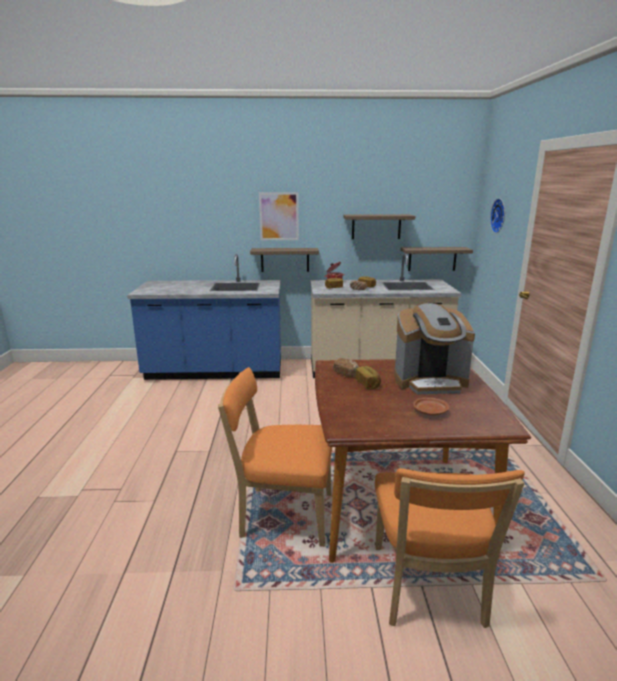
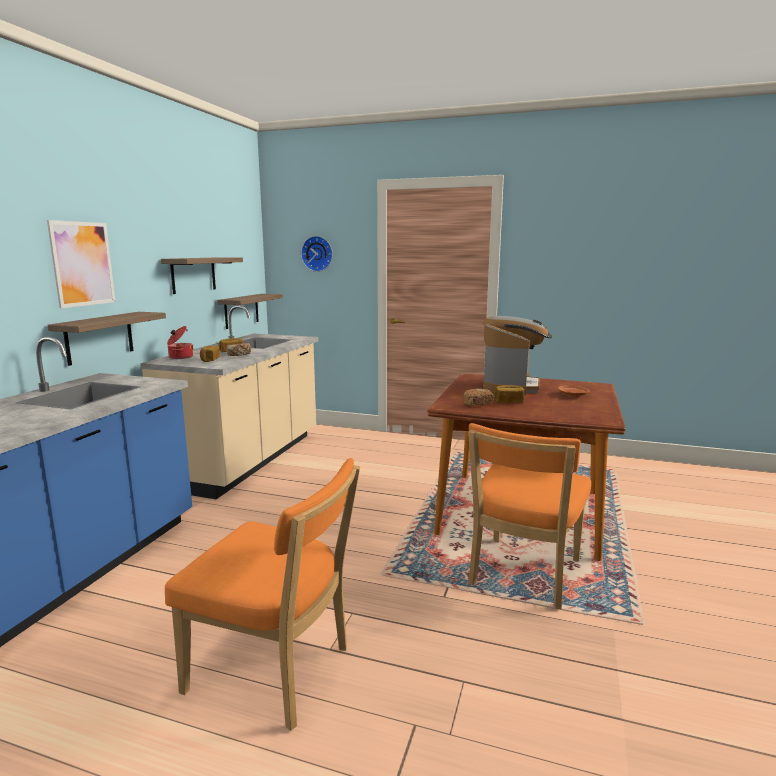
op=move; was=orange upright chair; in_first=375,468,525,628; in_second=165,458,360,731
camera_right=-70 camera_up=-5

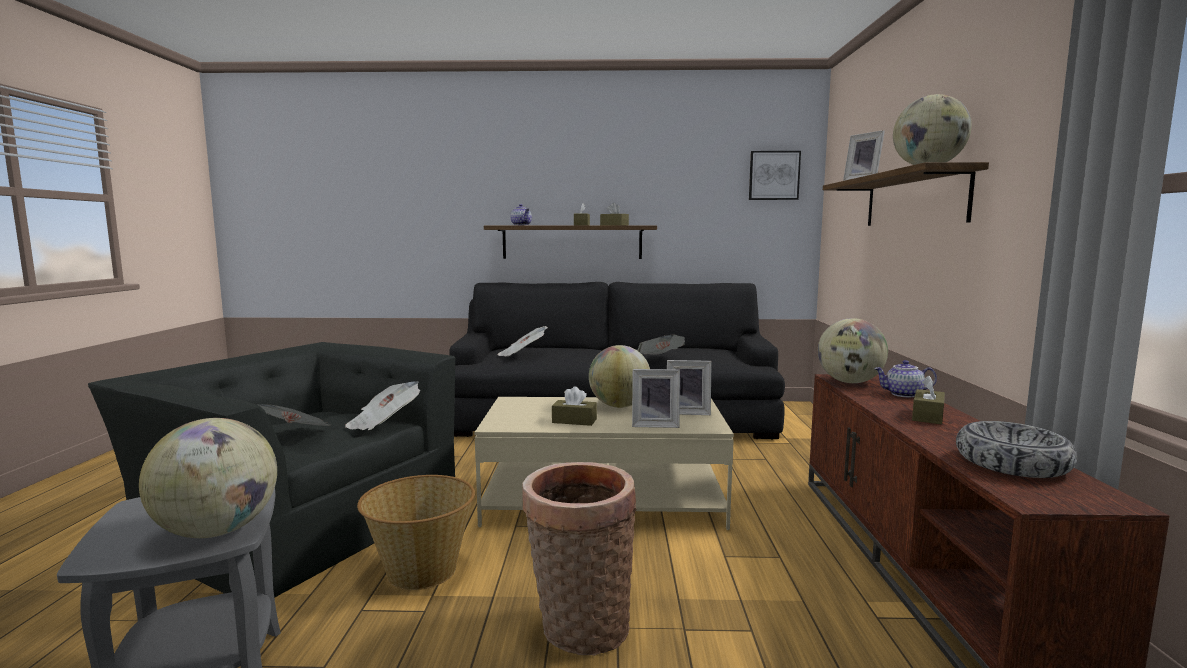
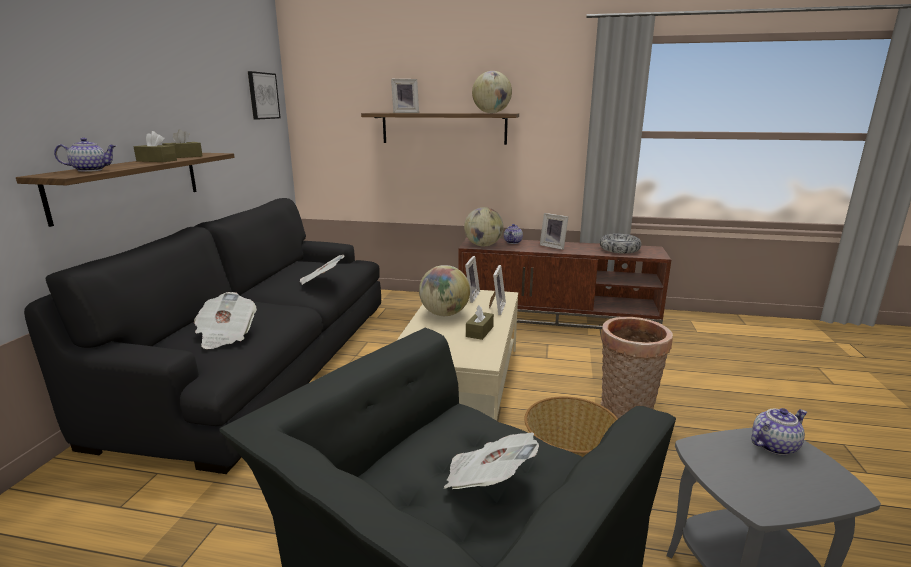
op=replace; was=brown-coloured box of tissues; now=picture frame; in_first=912,376,945,424; in_second=540,213,568,250
op=replace; was=world globe; now=pot for tea; in_first=139,418,277,538; in_second=751,408,807,455
op=delete; was=printed paper; in_first=345,381,420,430
camera_right=-80 camera_up=10

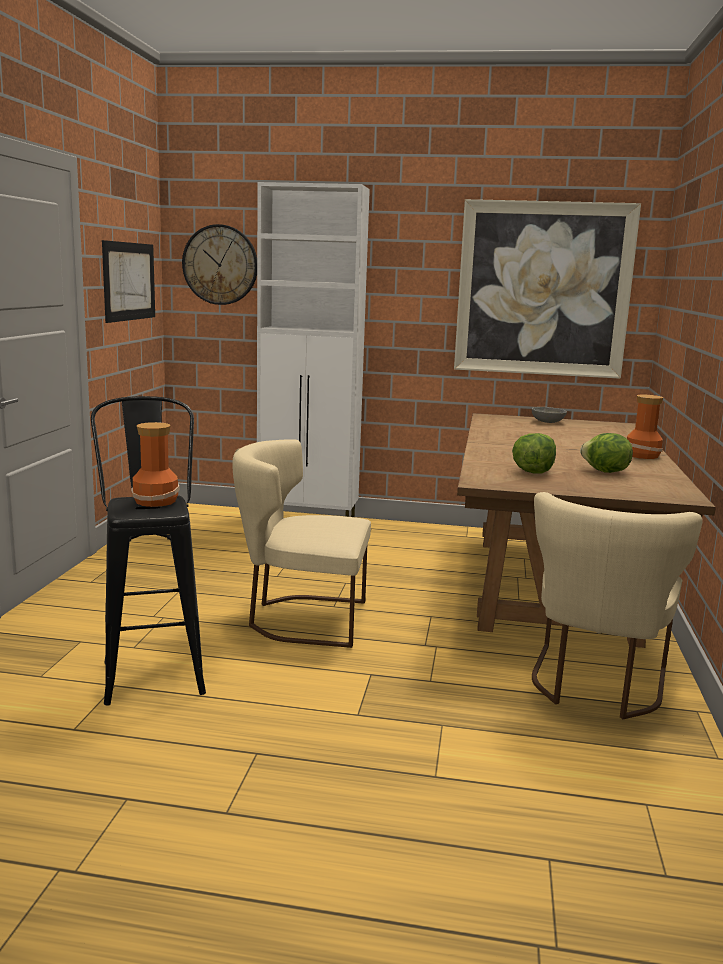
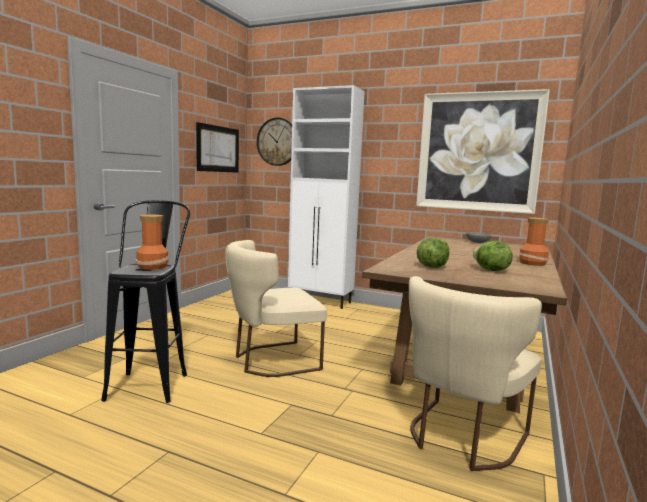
op=rotate; was=sand-coloured upright chair; in_first=233,439,371,648; in_second=225,240,327,377; clockwise=-45
camera_right=15 camera_up=-5

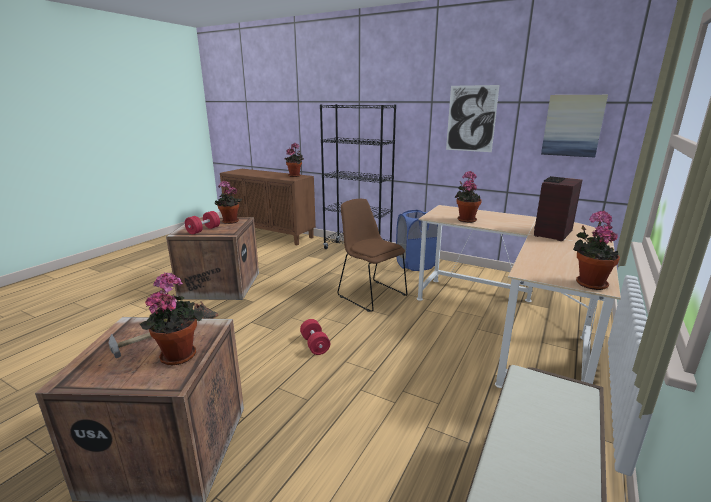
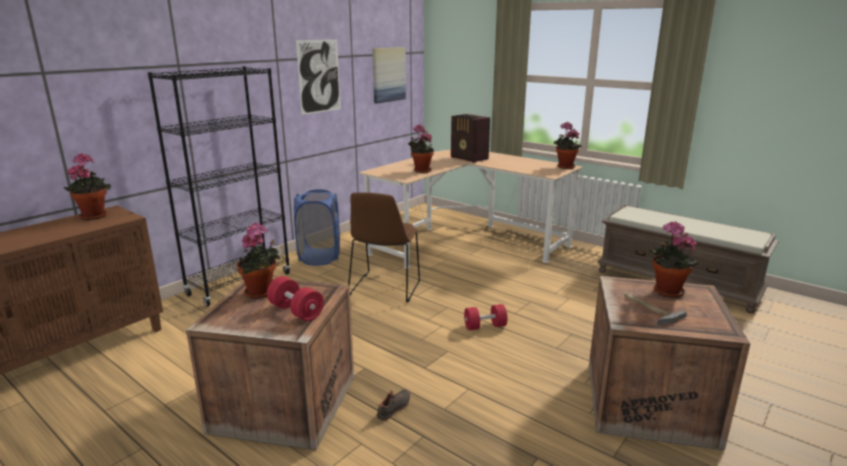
op=rotate; was=brown-coloured upright chair; in_first=337,199,407,312; in_second=348,192,420,303; clockwise=-45
camera_right=-80 camera_up=0

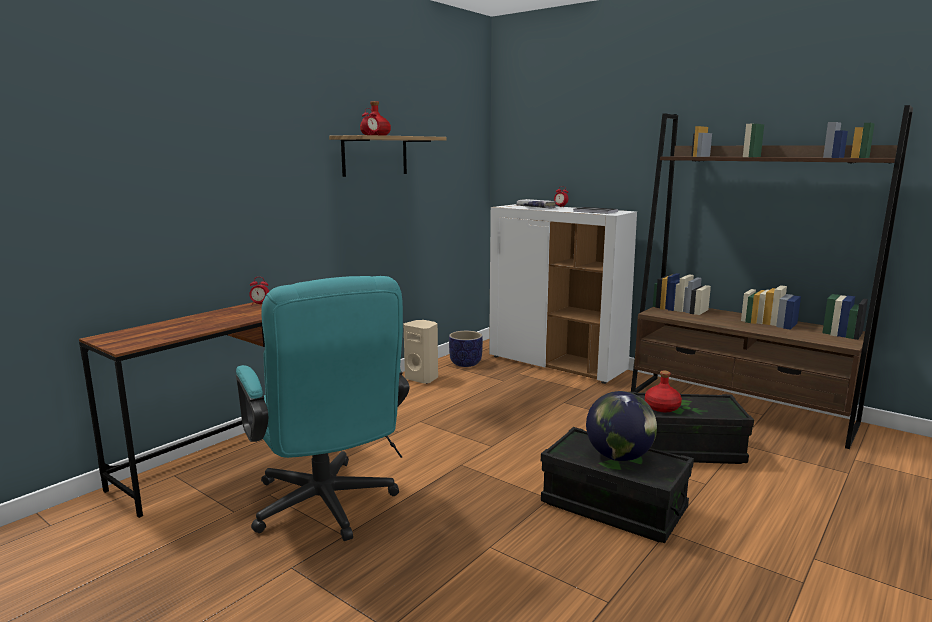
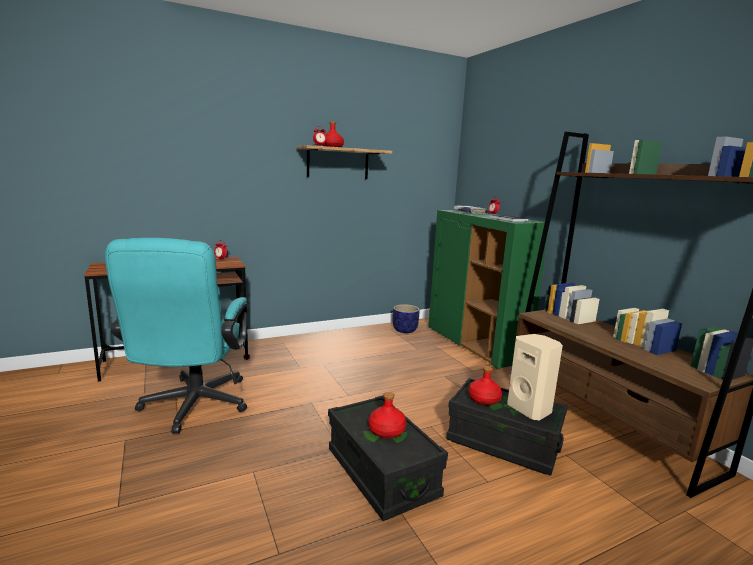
op=replace; was=world globe; now=reddish beverage bottle; in_first=586,391,657,461; in_second=368,392,407,438
op=recolor; was=white-coloured storage cabinet; now=green storage cabinet; in_first=489,204,637,384; in_second=428,210,548,370
op=move; was=sand-coloured audio speaker; in_first=404,320,438,384; in_second=507,334,563,421
camera_right=25 camera_up=0

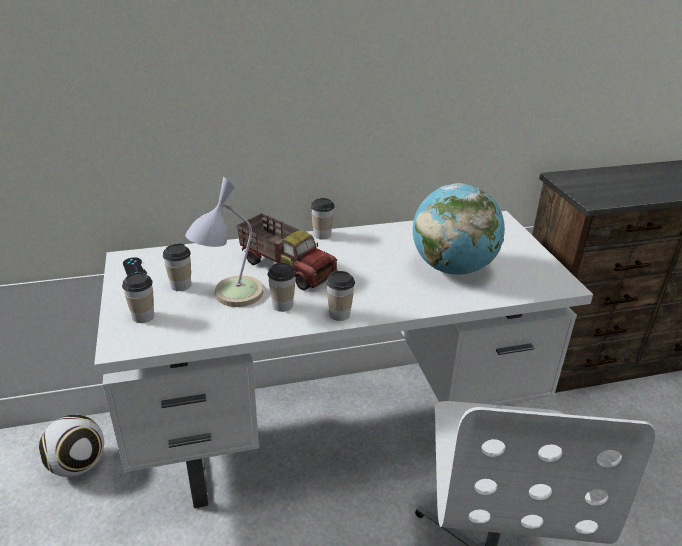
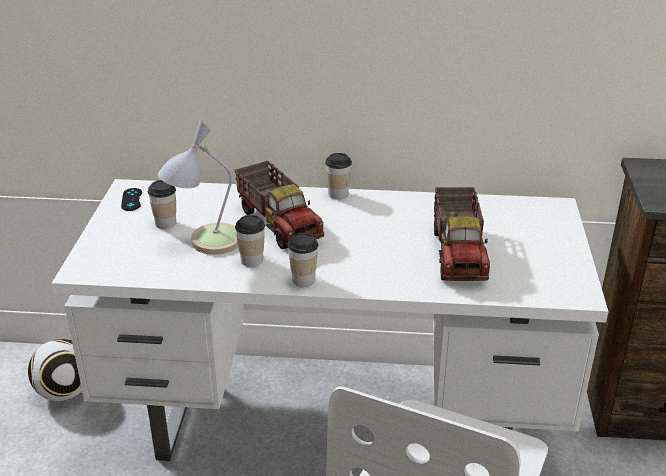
op=replace; was=world globe; now=model truck; in_first=413,183,505,275; in_second=434,187,490,281
op=delete; was=drinking cup; in_first=122,272,154,323
camera_right=20 camera_up=0

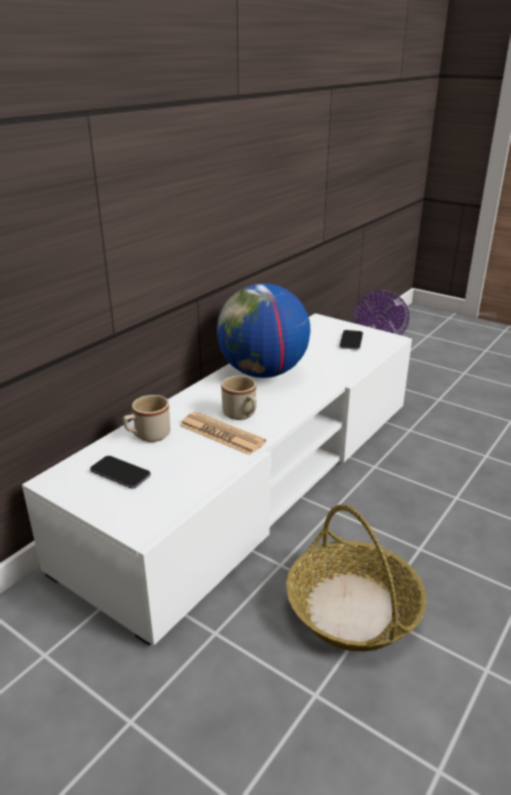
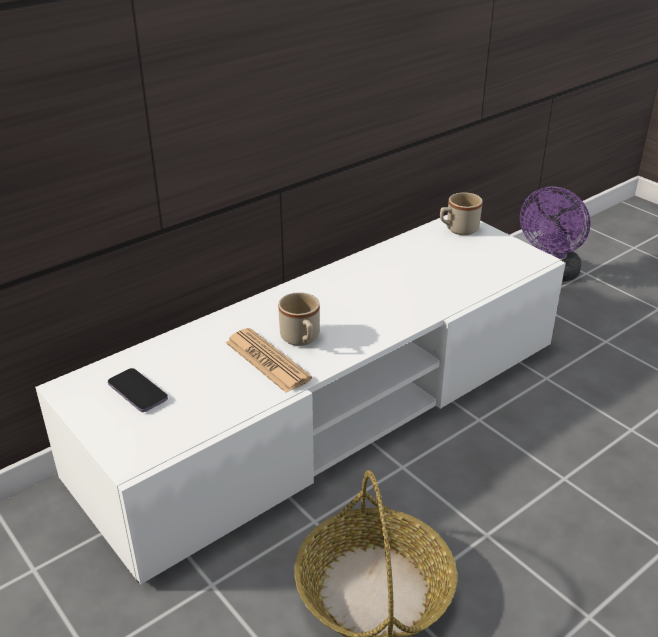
op=move; was=sand-coloured coffee mug; in_first=123,395,170,442; in_second=440,192,483,235
op=delete; was=world globe; in_first=217,283,310,378
op=delete; was=telephone; in_first=339,330,363,350
camera_right=15 camera_up=5

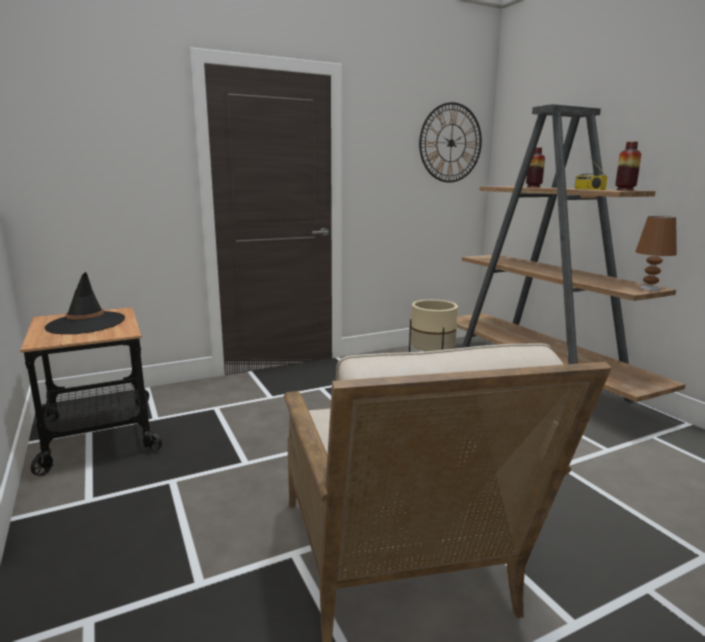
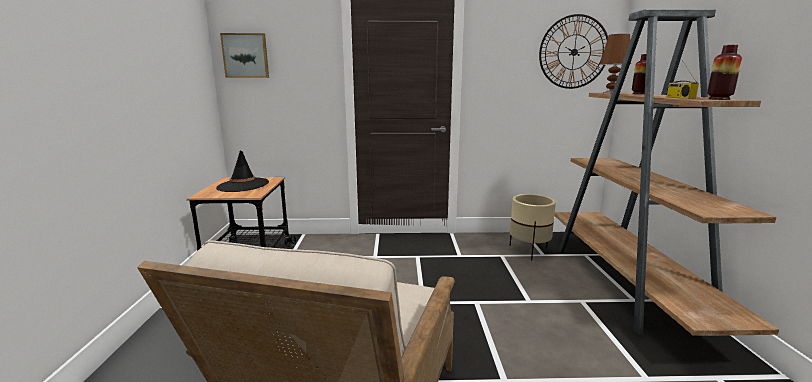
op=insert; now=wall art; in_second=220,33,269,78
op=move; was=brown-coloured tabletop lamp; in_first=635,216,677,291; in_second=600,34,631,94
camera_right=25 camera_up=0

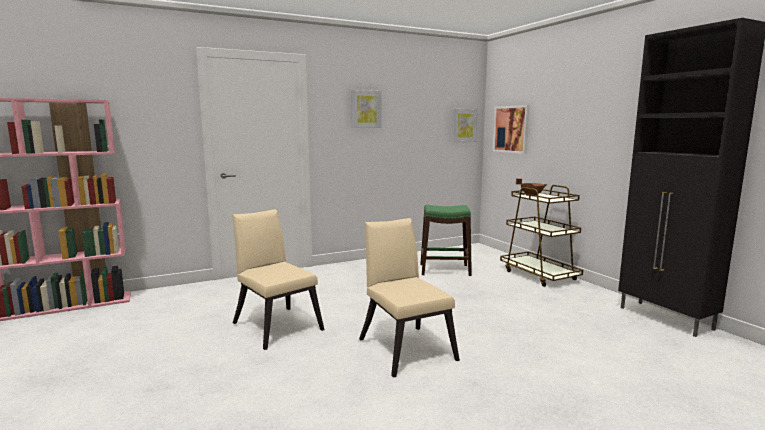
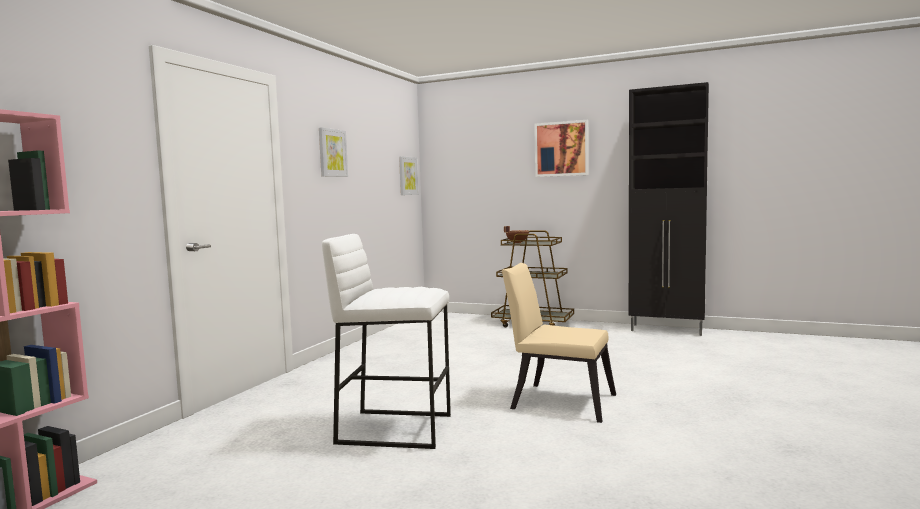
op=replace; was=sand-coloured upright chair; now=white-coloured sitting stool; in_first=232,209,325,350; in_second=322,234,451,449
op=move; was=wall art; in_first=493,105,530,154; in_second=534,120,589,177
op=delete; was=green sitting stool; in_first=420,205,472,276
camera_right=-40 camera_up=-5

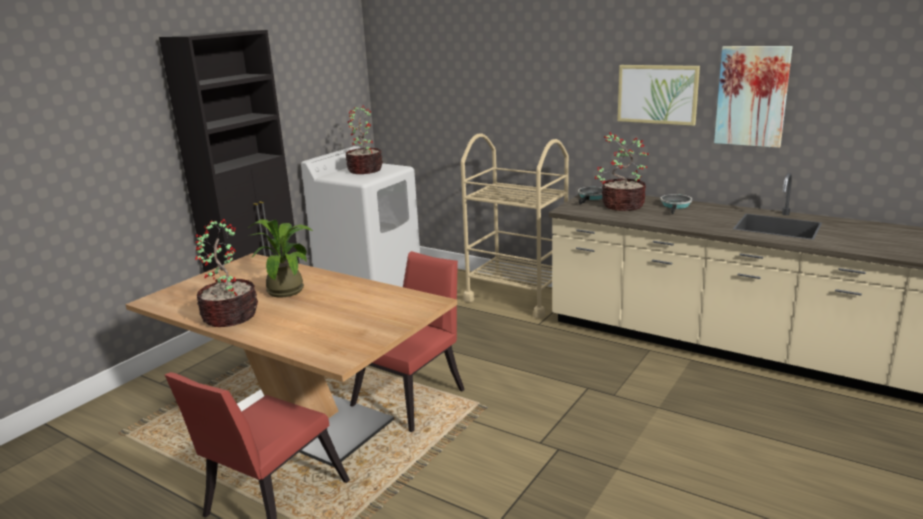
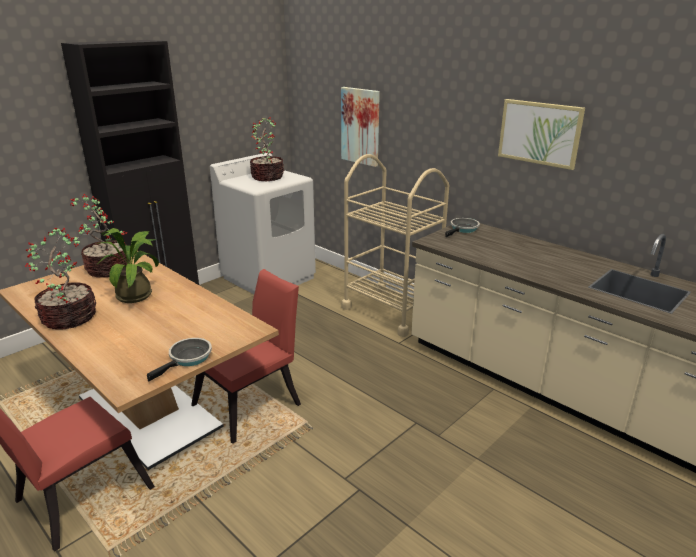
op=move; was=potted plant; in_first=595,132,649,211; in_second=70,194,130,278
op=move; was=frying pan; in_first=661,194,692,215; in_second=147,338,212,382
op=move; was=wall art; in_first=714,46,793,148; in_second=341,87,380,167
camera_right=10 camera_up=5

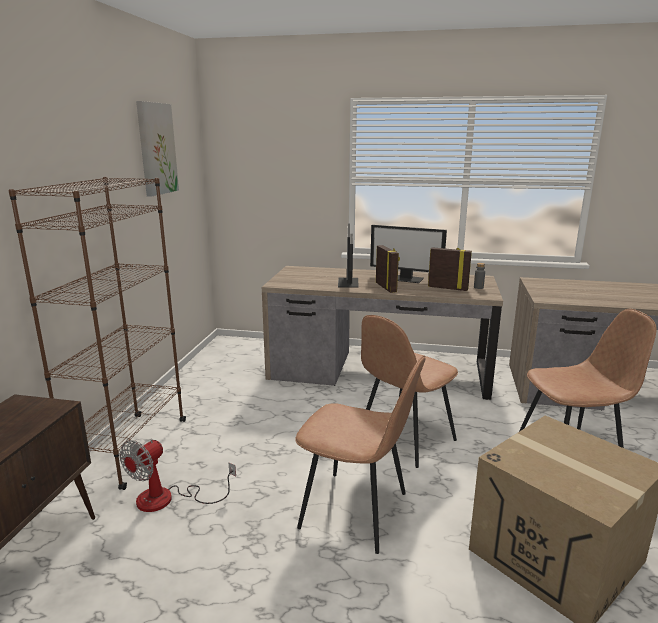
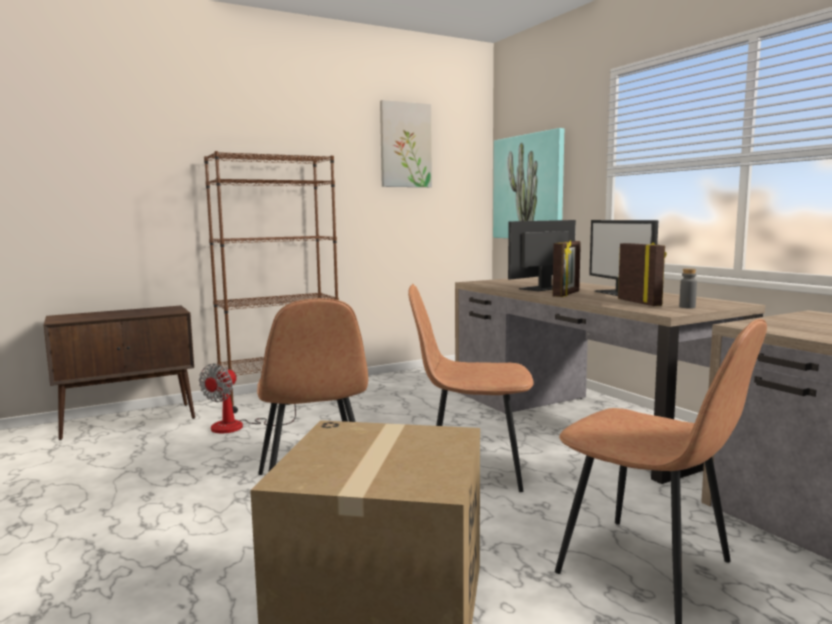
op=rotate; was=cooling fan; in_first=119,439,236,512; in_second=199,363,296,433; clockwise=-60
op=insert; now=wall art; in_second=493,128,564,238
camera_right=50 camera_up=-10

